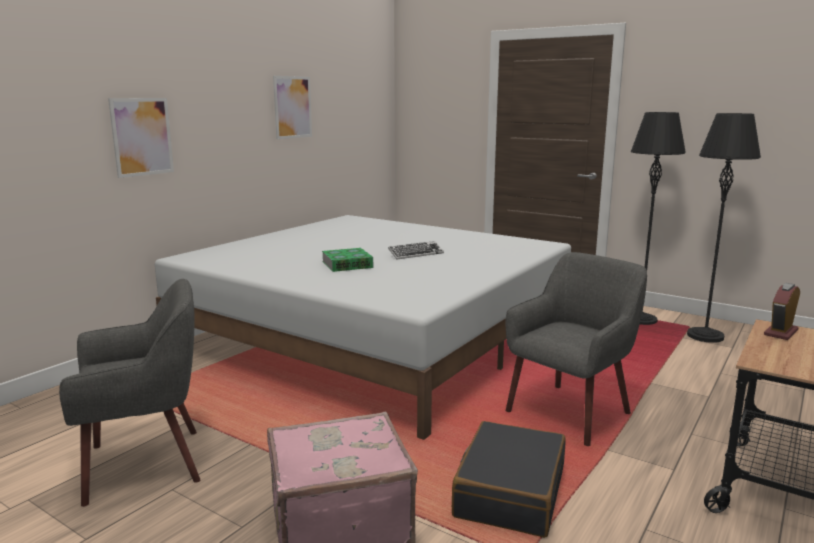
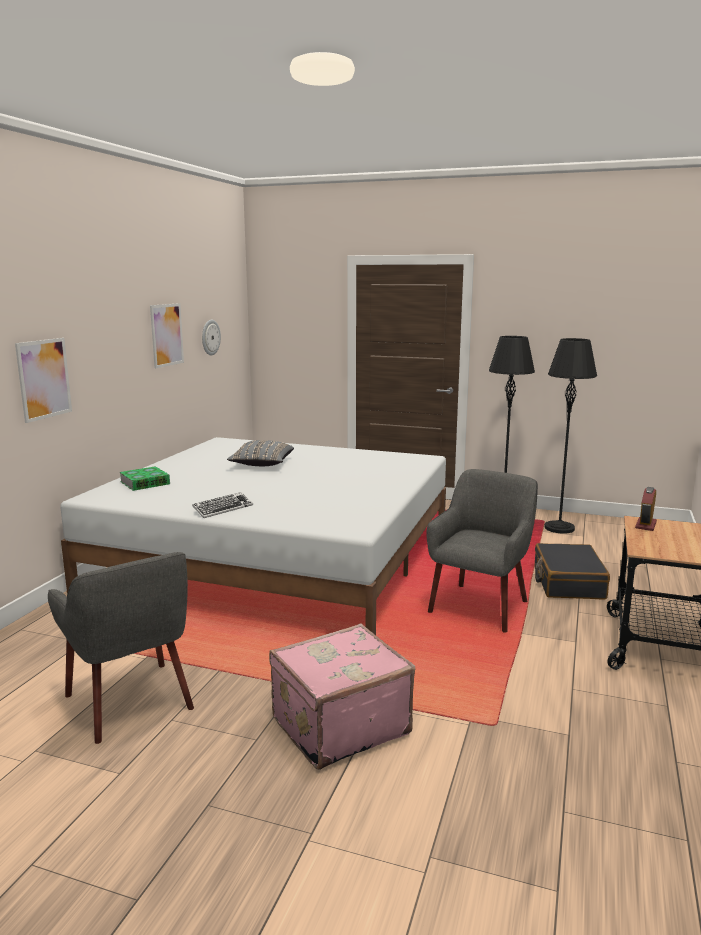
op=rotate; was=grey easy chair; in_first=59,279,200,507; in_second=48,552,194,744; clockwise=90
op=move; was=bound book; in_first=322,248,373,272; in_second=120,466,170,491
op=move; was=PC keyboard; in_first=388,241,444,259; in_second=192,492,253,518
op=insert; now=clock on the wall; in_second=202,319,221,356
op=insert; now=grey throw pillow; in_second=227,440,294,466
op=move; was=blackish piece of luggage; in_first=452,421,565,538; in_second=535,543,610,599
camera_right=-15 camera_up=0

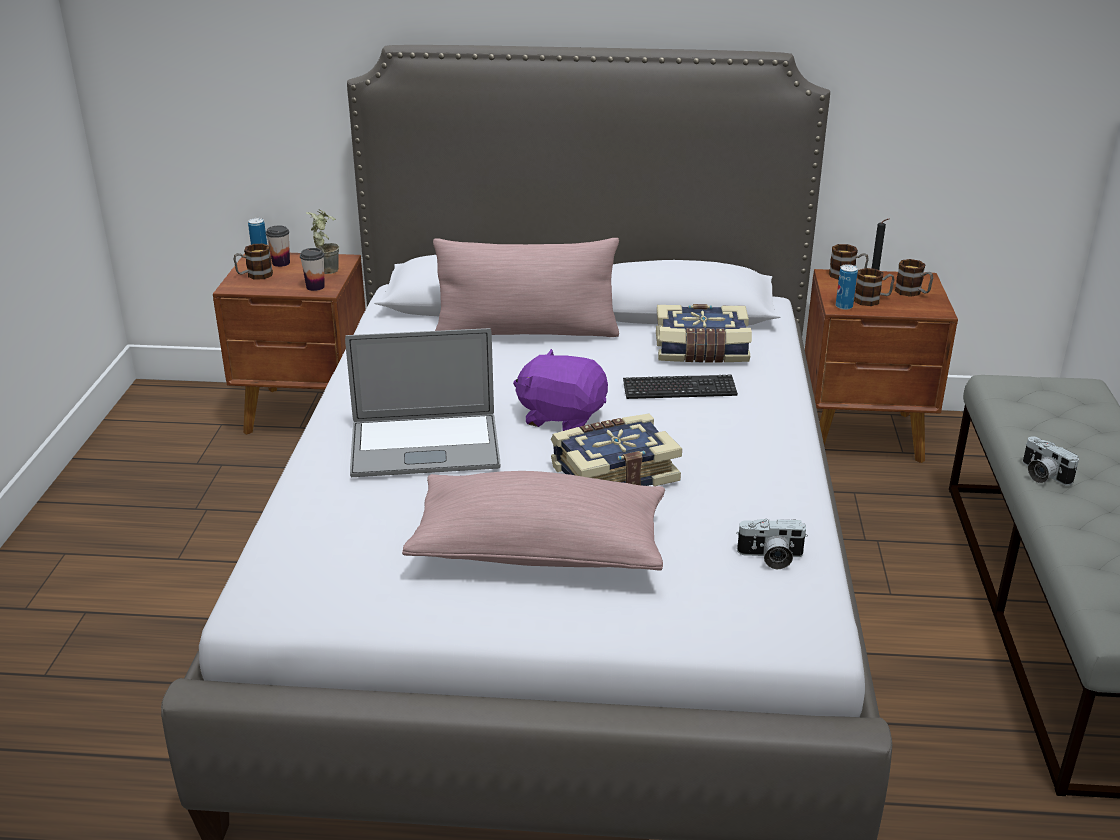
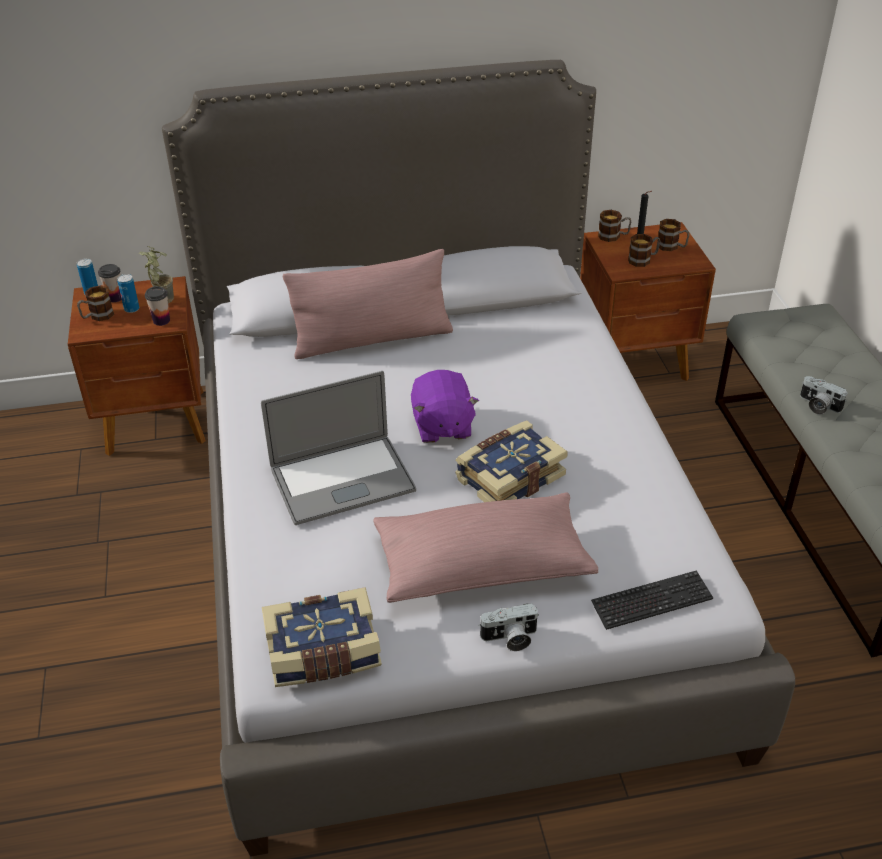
op=move; was=metal can; in_first=836,264,858,310; in_second=117,274,139,313
op=move; was=bound book; in_first=656,304,752,363; in_second=262,587,382,687
op=rotate; was=purplish soft toy; in_first=513,349,608,431; in_second=411,370,479,443; clockwise=-105
op=move; was=photo camera; in_first=736,518,808,569; in_second=478,603,539,651
op=move; was=PC keyboard; in_first=623,375,738,399; in_second=591,570,713,630
camera_right=-15 camera_up=10

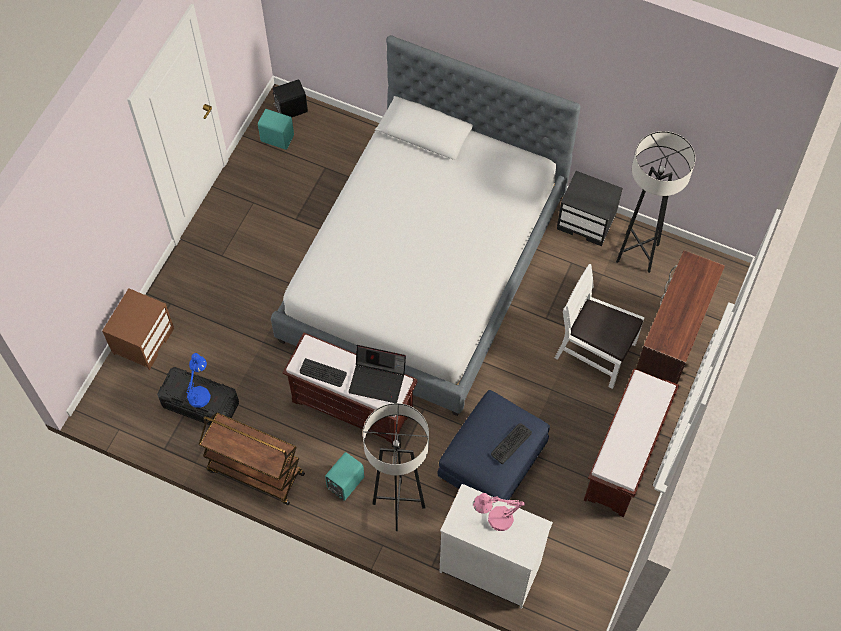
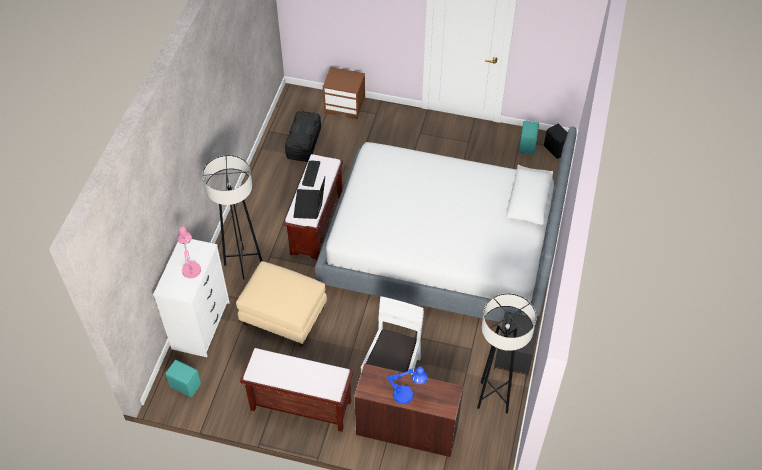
op=move; was=turquoise audio speaker; in_first=325,452,364,501; in_second=166,360,201,397
op=recolor; was=blue footrest; now=sand-coloured footrest; in_first=438,390,550,500; in_second=236,261,327,347
op=move; was=blue tabletop lamp; in_first=186,353,211,408; in_second=387,366,428,404
op=delete; was=brown-coloured cart; in_first=198,413,305,505
op=delete; was=PC keyboard; in_first=491,423,532,464
camera_right=80 camera_up=-10

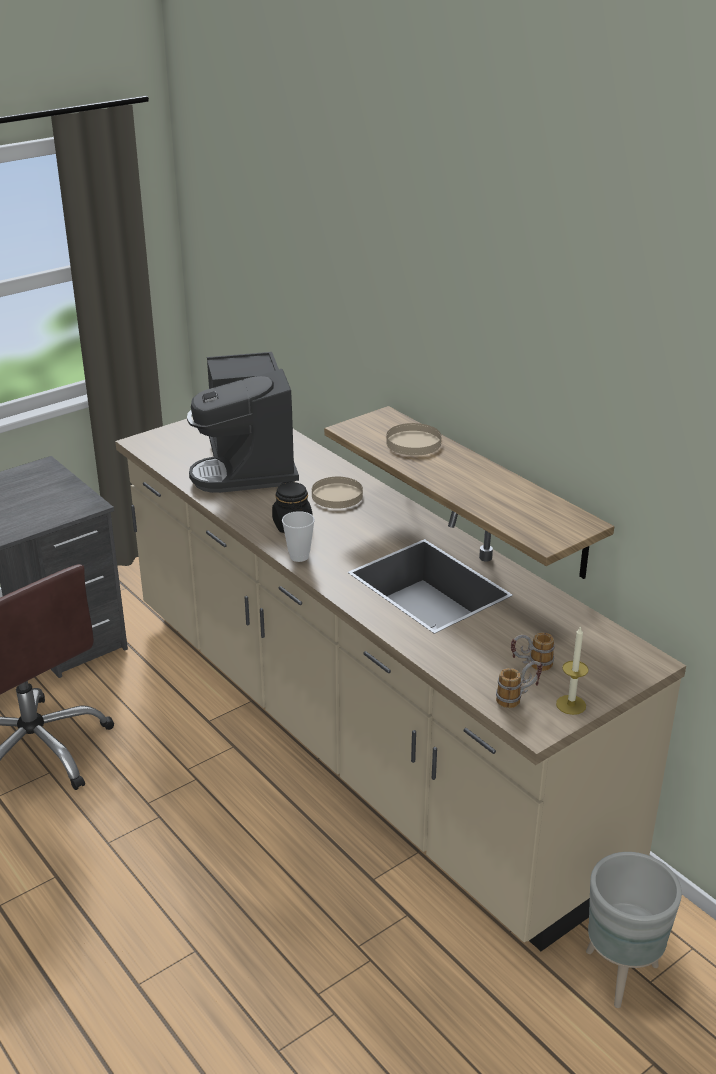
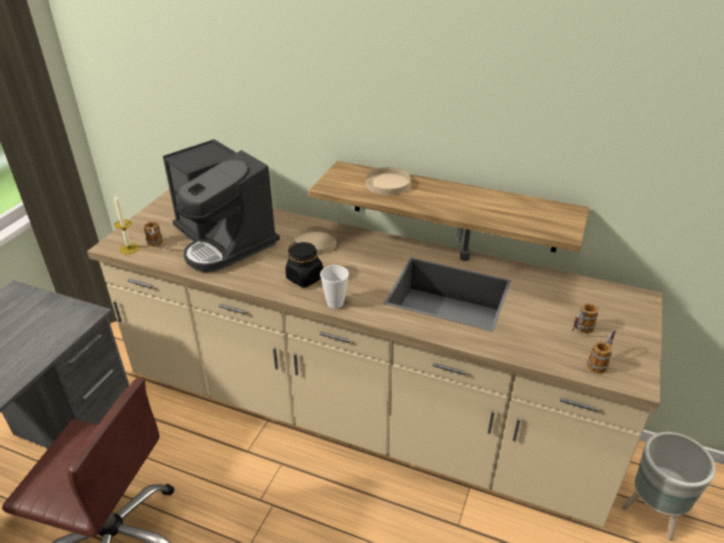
op=move; was=candle; in_first=556,626,589,715; in_second=114,195,139,254
op=insert; now=coffee mug; in_second=144,221,163,247
camera_right=-30 camera_up=5

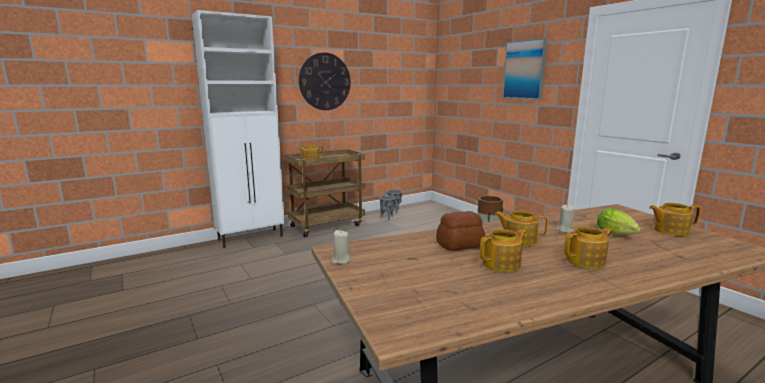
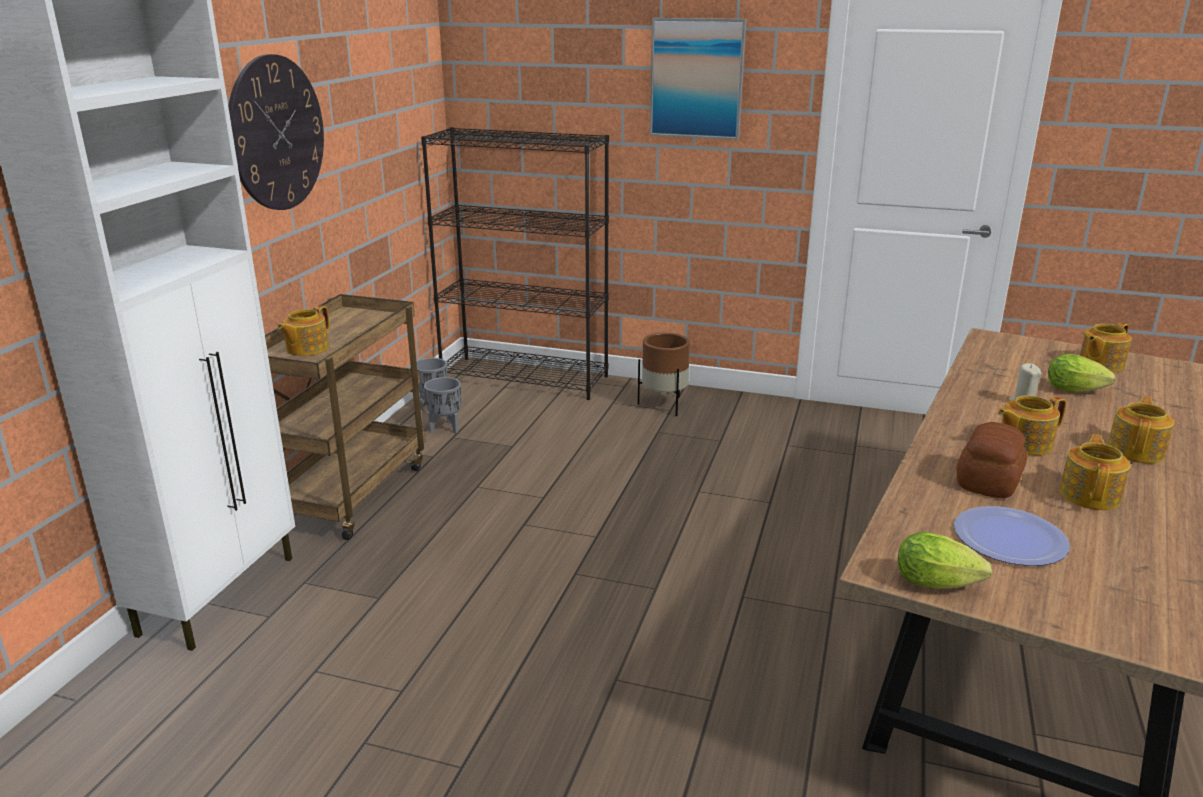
op=insert; now=blackish bookcase; in_second=421,127,609,400
op=replace; was=sand-coloured candle; now=lettuce; in_first=332,230,351,264; in_second=898,532,992,589
op=insert; now=dinner plate; in_second=954,506,1070,566
camera_right=-40 camera_up=10

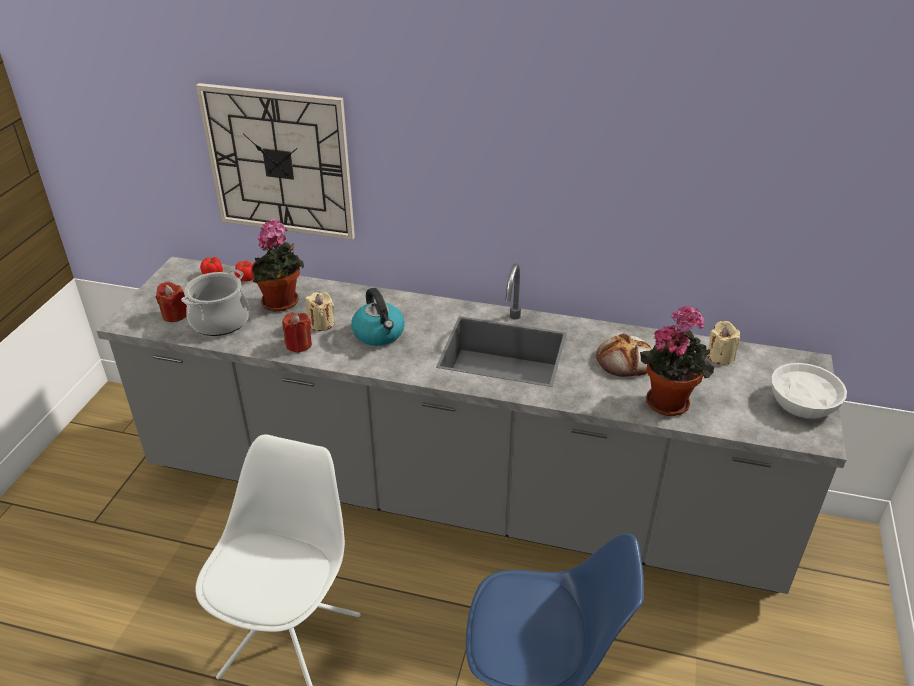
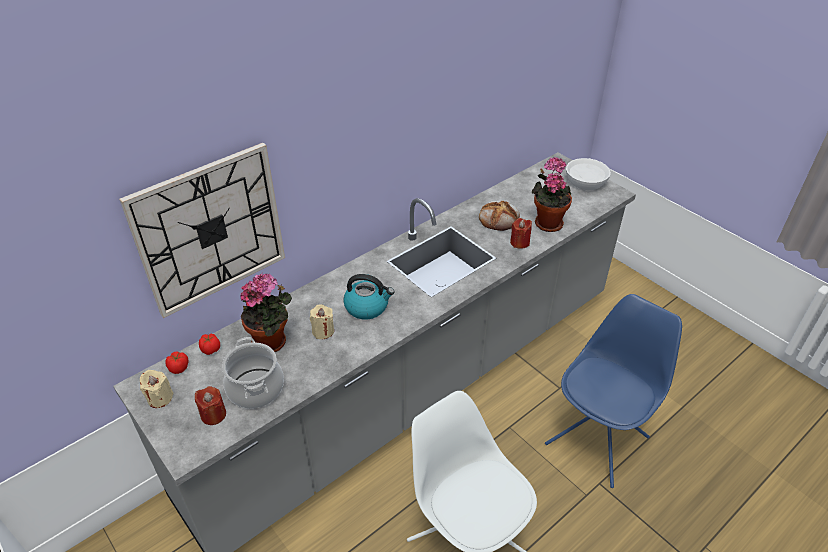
op=move; was=sand-coloured candle; in_first=707,321,740,365; in_second=140,370,174,408
op=move; was=reddish candle; in_first=282,313,312,353; in_second=510,218,532,249
camera_right=-55 camera_up=5

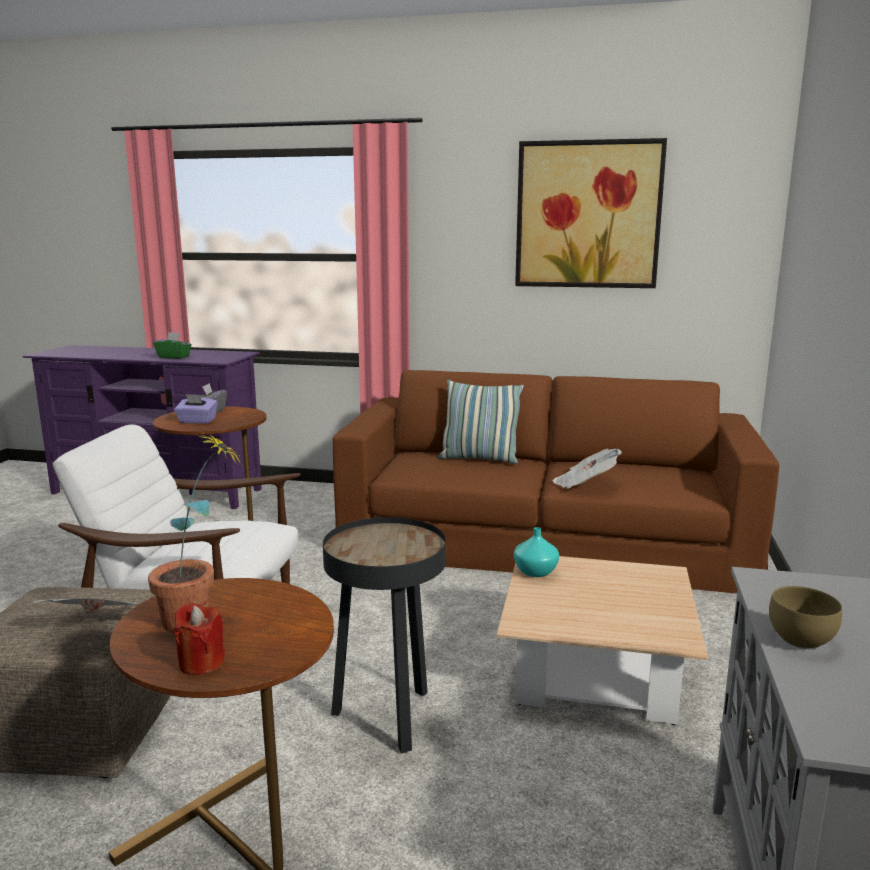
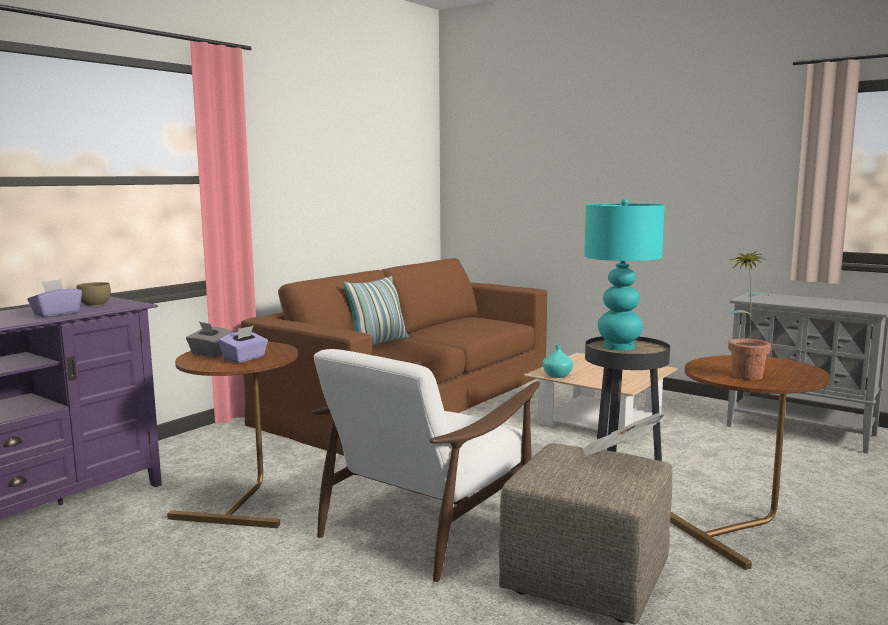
op=recolor; was=green box of tissues; now=purplish box of tissues; in_first=153,332,192,359; in_second=27,279,82,317
op=move; was=brown-coloured bowl; in_first=769,586,842,649; in_second=76,282,111,306
op=insert; now=turquoise tabletop lamp; in_second=584,199,665,350
op=delete; was=reddish candle; in_first=174,603,226,675
op=delete; was=wall art; in_first=515,138,667,288
op=delete; was=printed paper; in_first=553,449,622,489
camera_right=-65 camera_up=-5

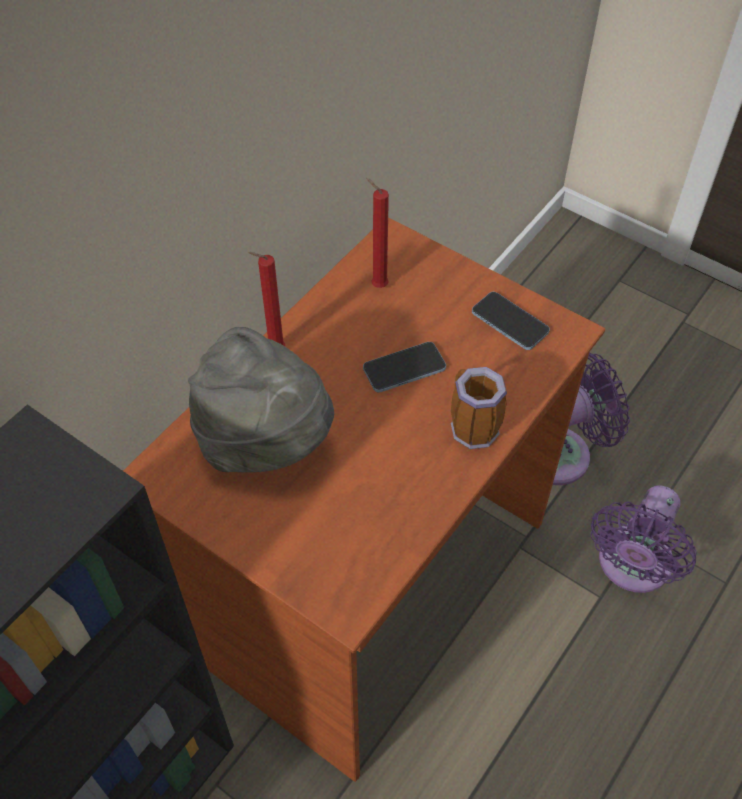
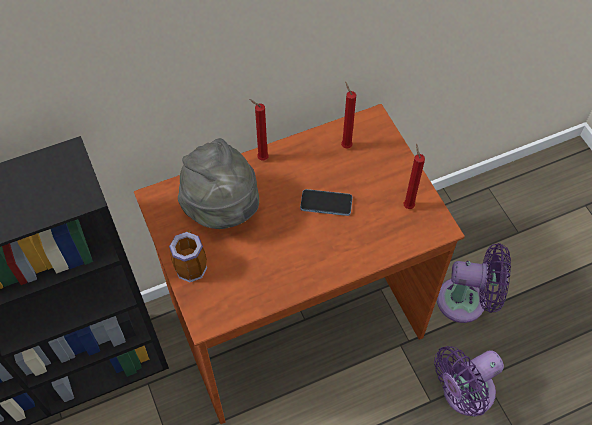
op=move; was=coffee mug; in_first=451,367,507,449; in_second=169,230,207,282
op=replace; was=telephone; now=reddish candle; in_first=472,292,550,350; in_second=403,144,425,209
camera_right=30 camera_up=5

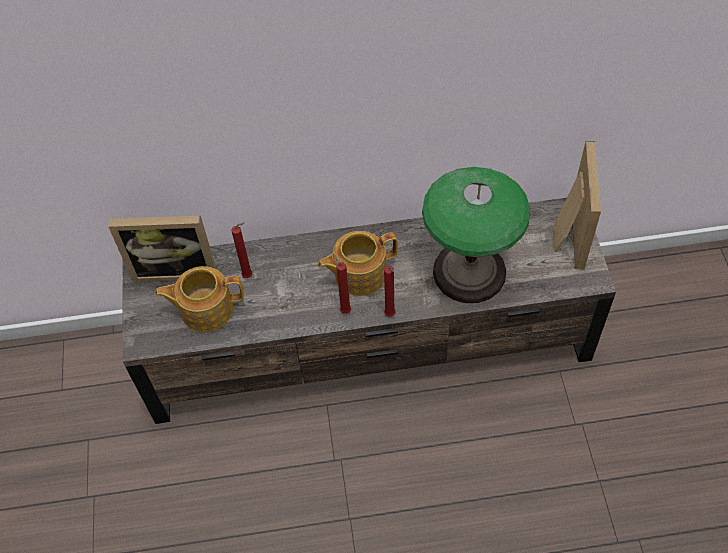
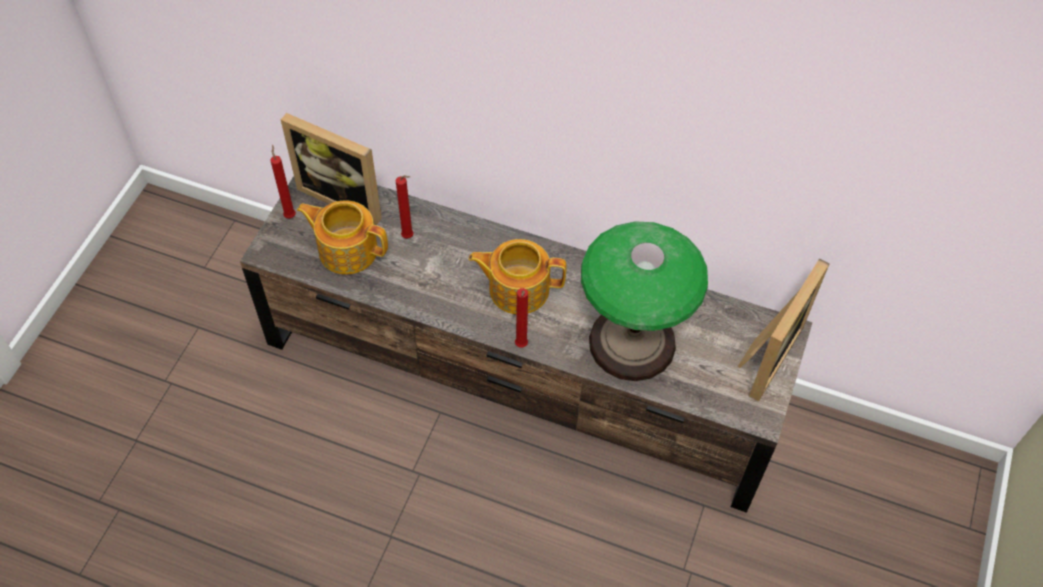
op=move; was=reddish candle; in_first=334,255,351,314; in_second=270,144,296,218
camera_right=25 camera_up=0

